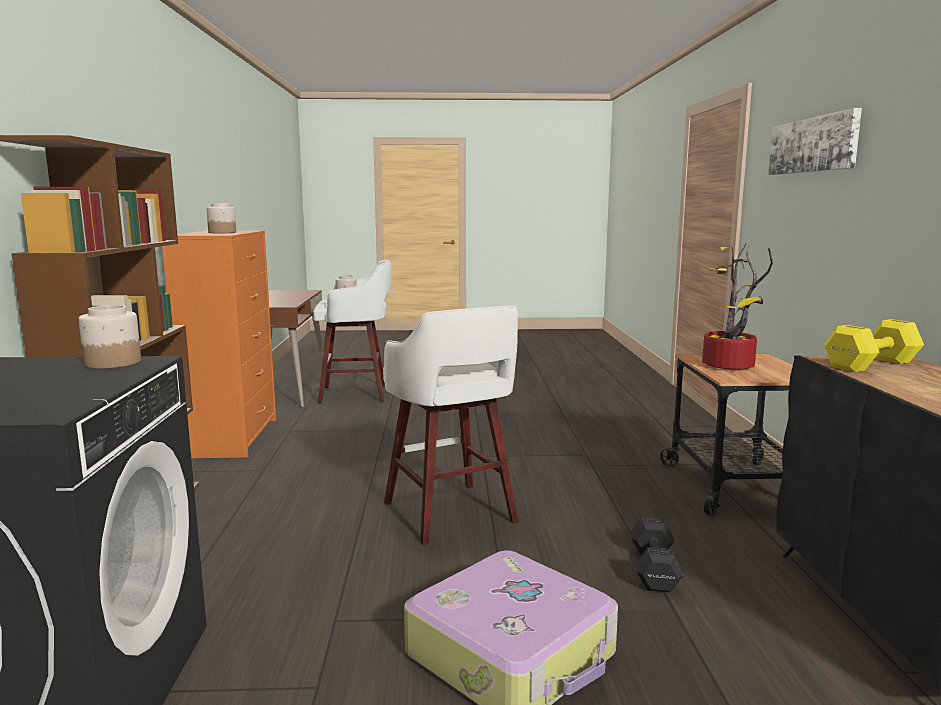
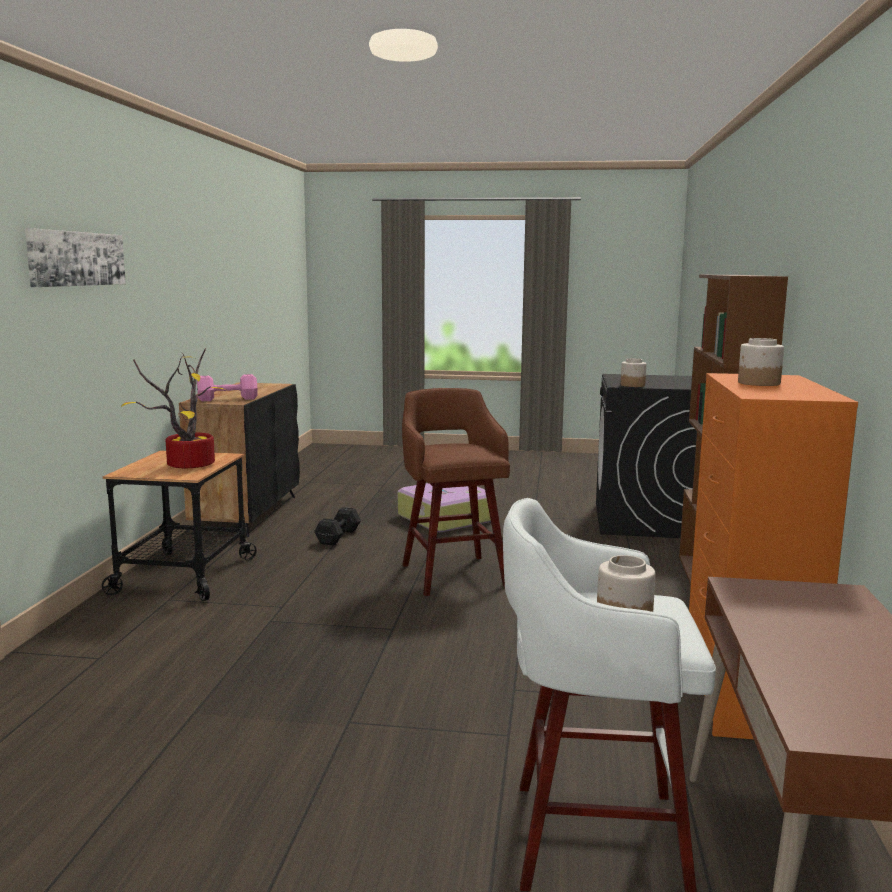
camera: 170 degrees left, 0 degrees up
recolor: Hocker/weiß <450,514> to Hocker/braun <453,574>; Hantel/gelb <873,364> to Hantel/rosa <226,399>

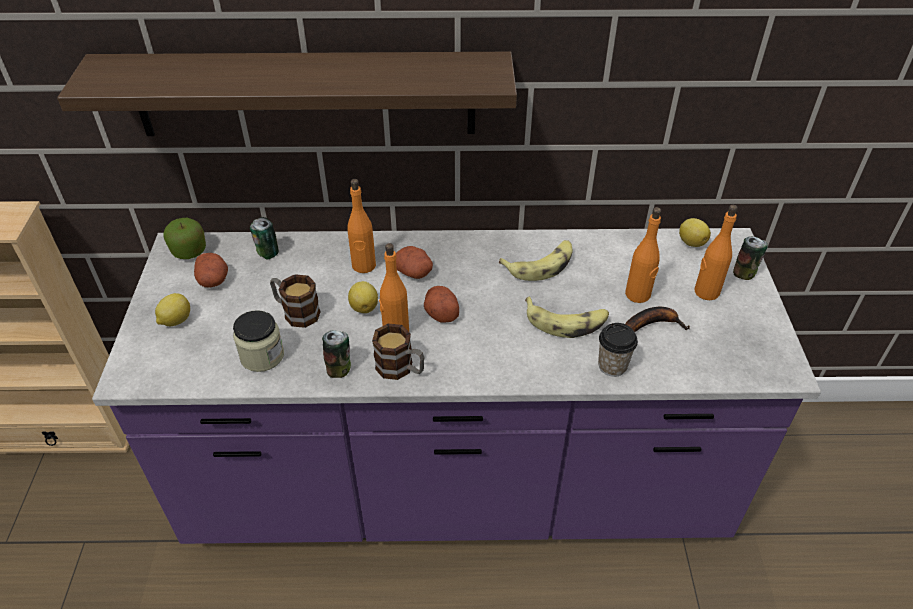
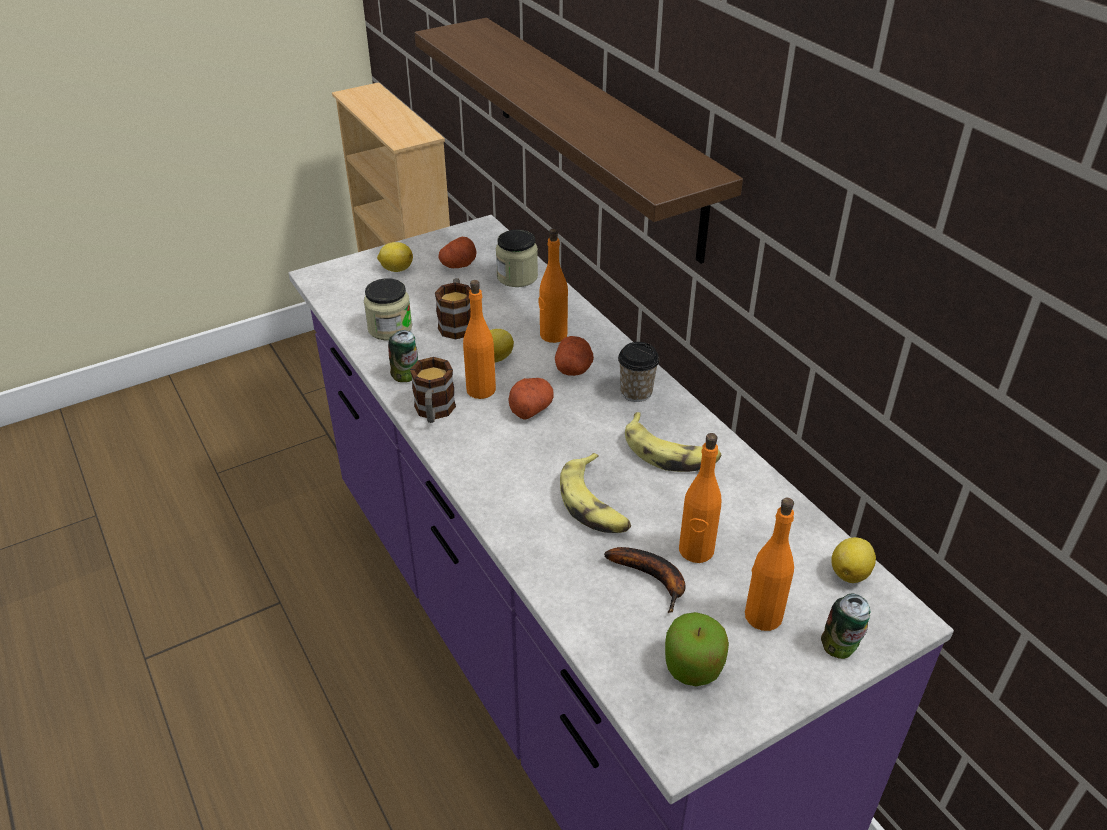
camera: 60 degrees right, 5 degrees down
move: Apfel <189,251> to <693,666>; Tasse <612,366> to <636,392>
replace: Dose <267,253> to Vorratsglas <517,276>

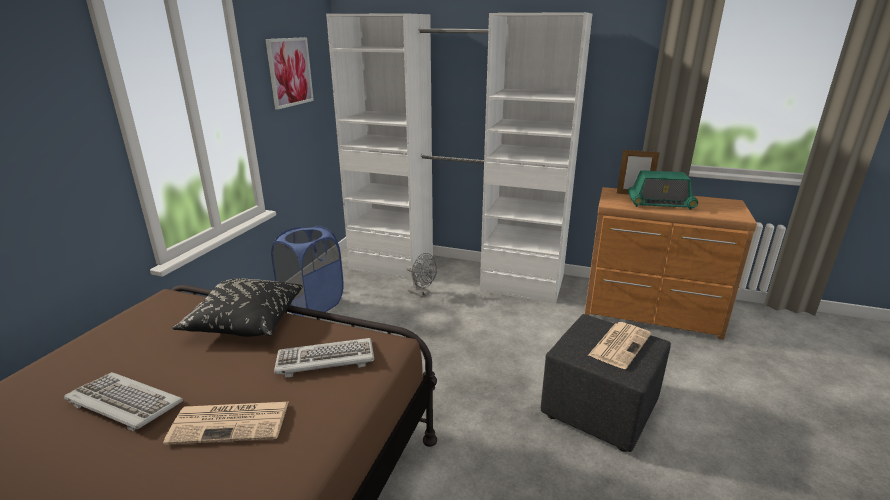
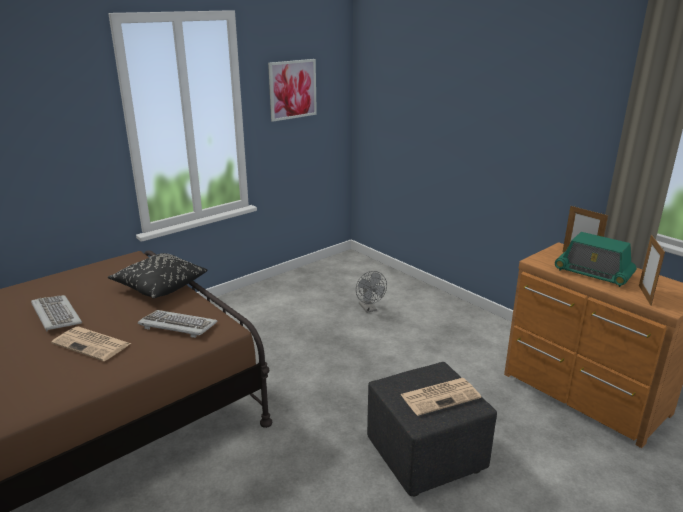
camera: 30 degrees right, 0 degrees up
delete: Wäschekorb/blau <312,304>; Kleiderschrank/weiß <455,272>
insert: Bilderrahmen <644,295>

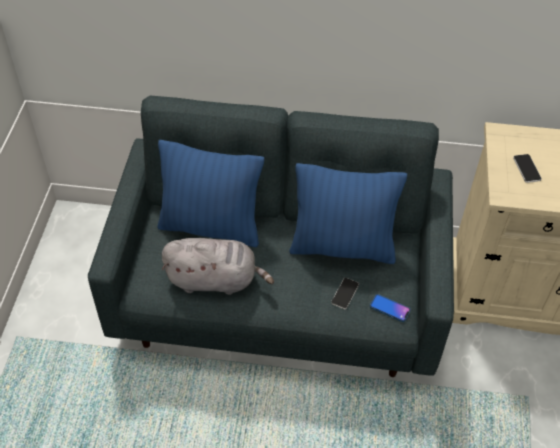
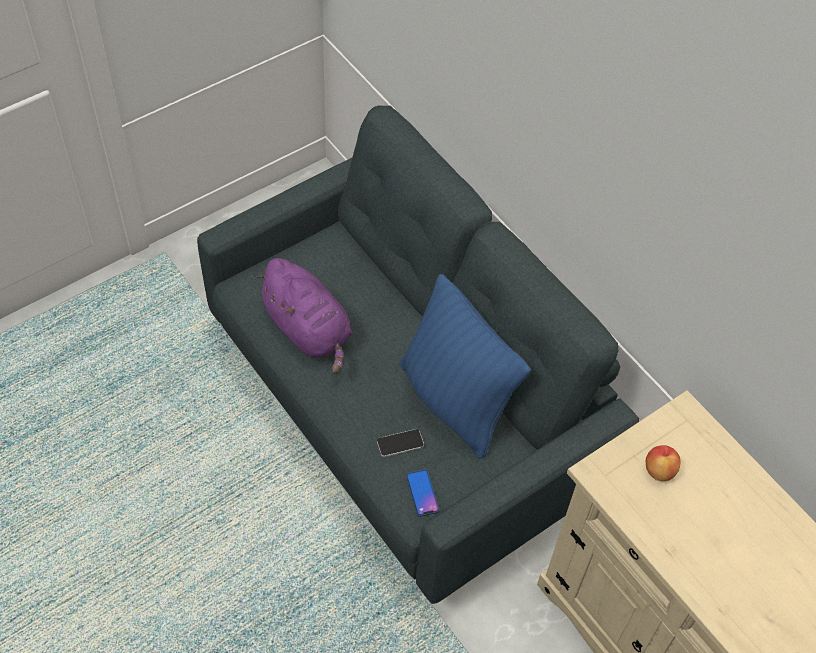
camera: 45 degrees right, 5 degrees up
delete: Kissen/blau <211,227>
replace: Handy <526,169> to Apfel <659,470>
recolor: Plüschtier/grau <215,280> to Plüschtier/lila <309,331>

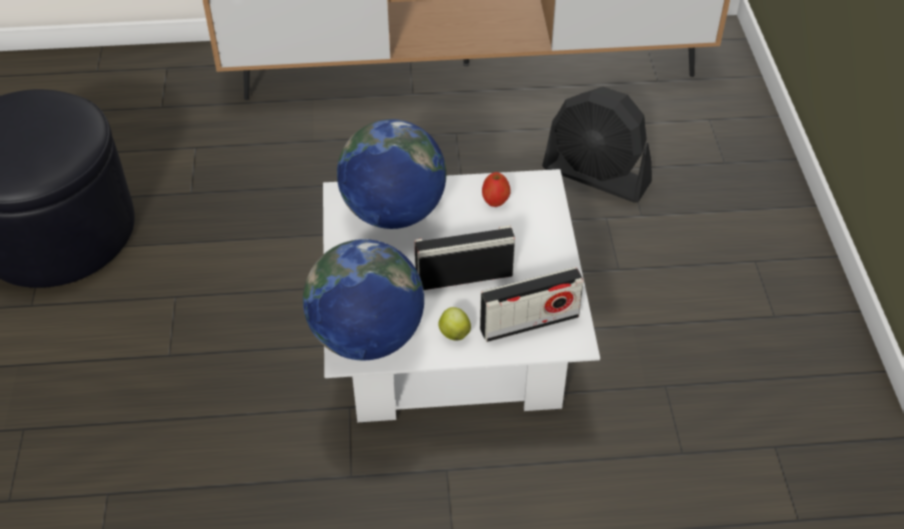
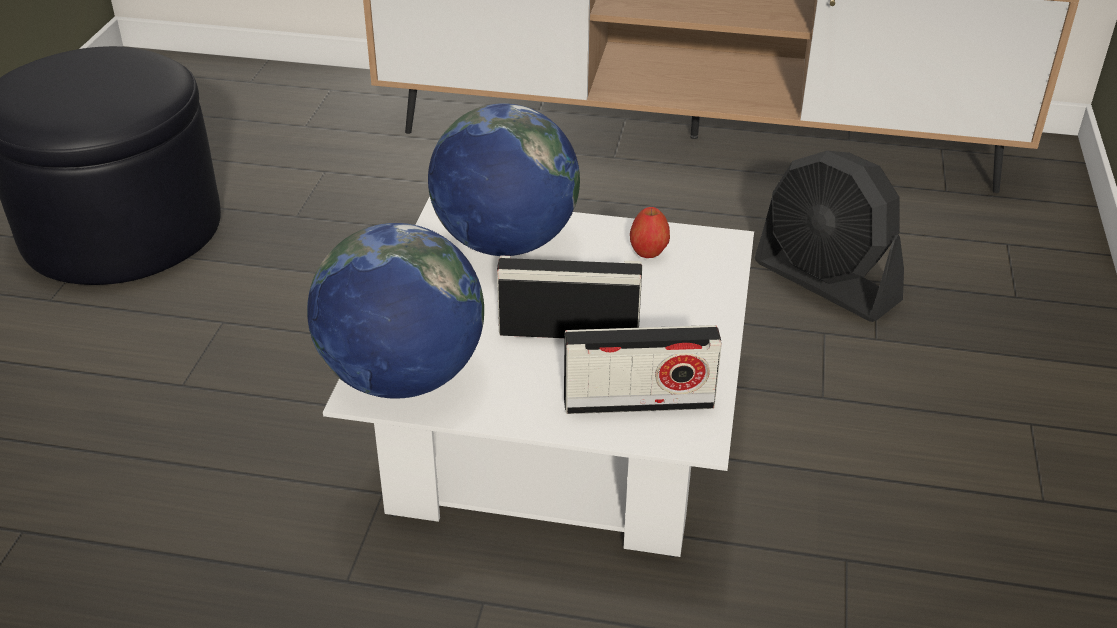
camera: 15 degrees right, 10 degrees down
delete: Apfel <454,333>

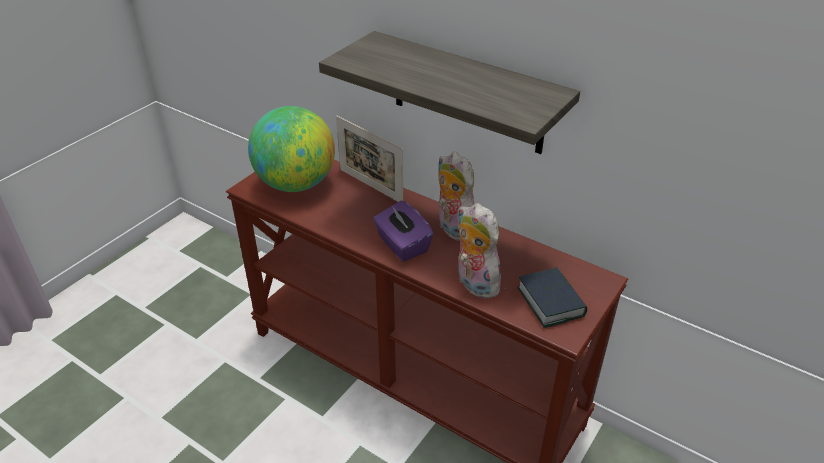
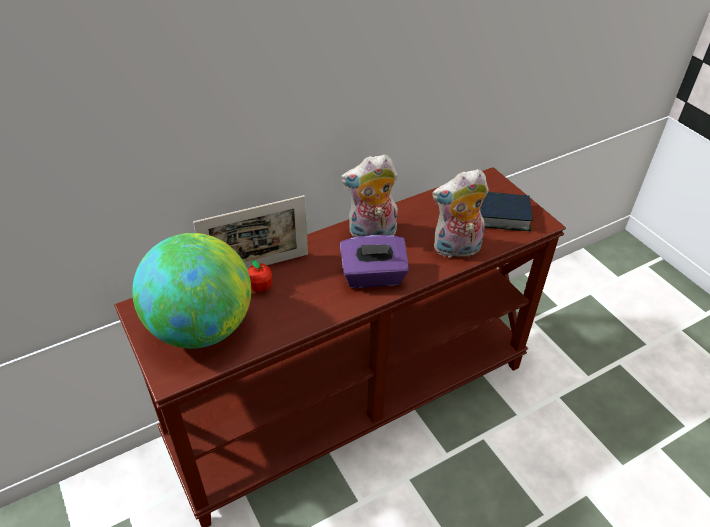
camera: 65 degrees left, 5 degrees up
delete: Wandregal <467,93>
insert: Apfel <260,287>

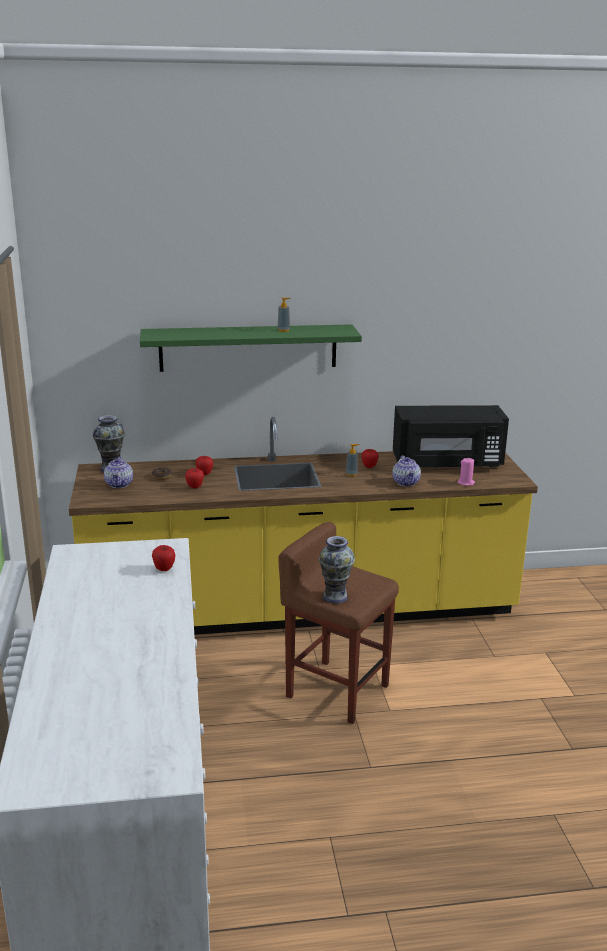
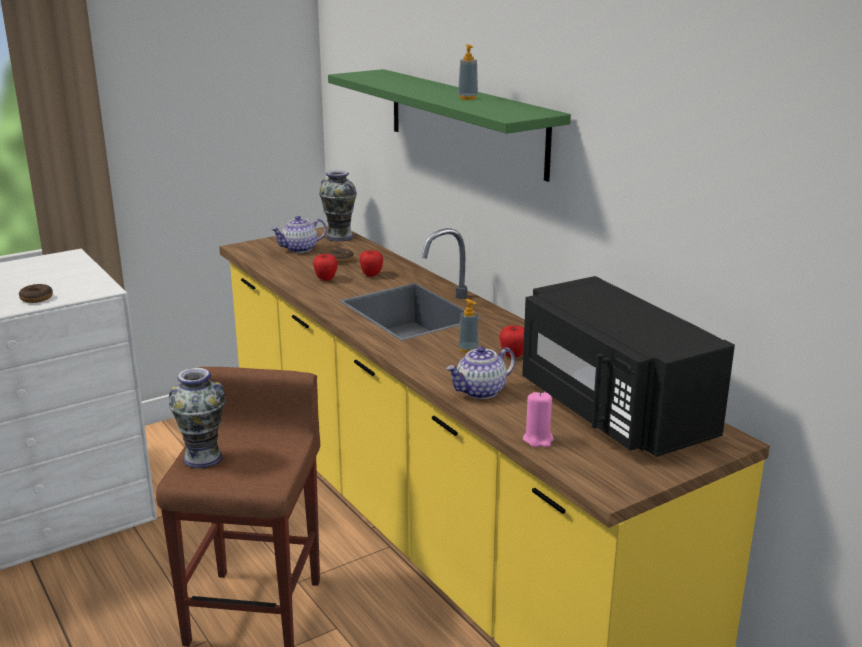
camera: 65 degrees right, 0 degrees up
replace: Apfel <164,569> to Donut <36,298>

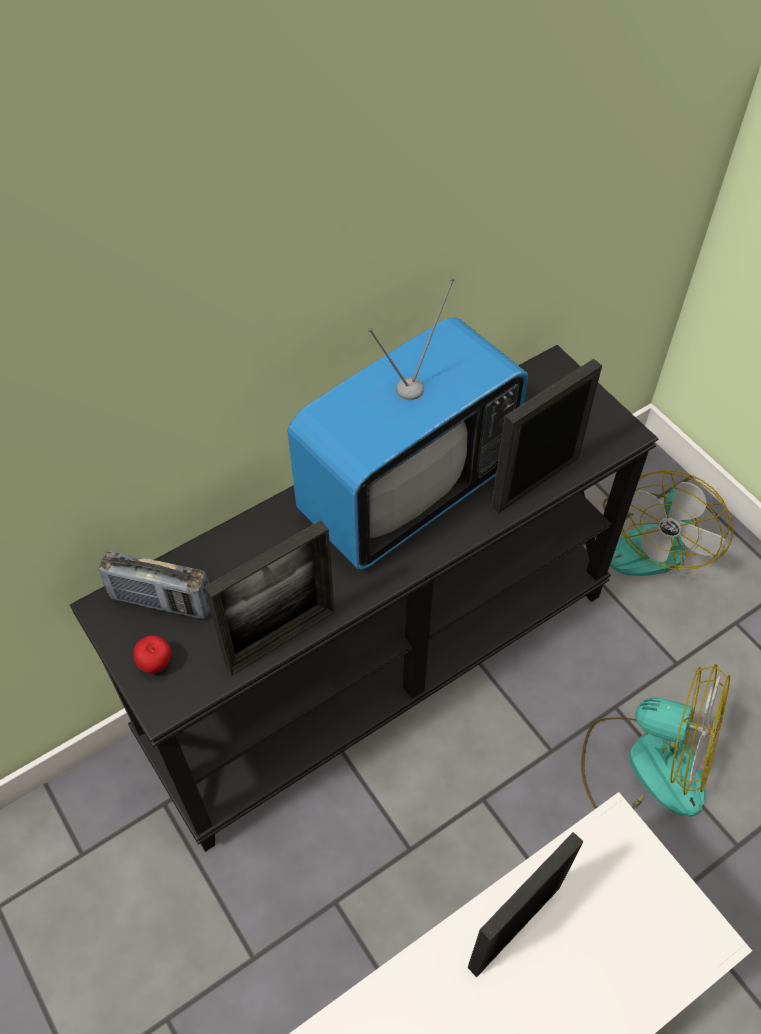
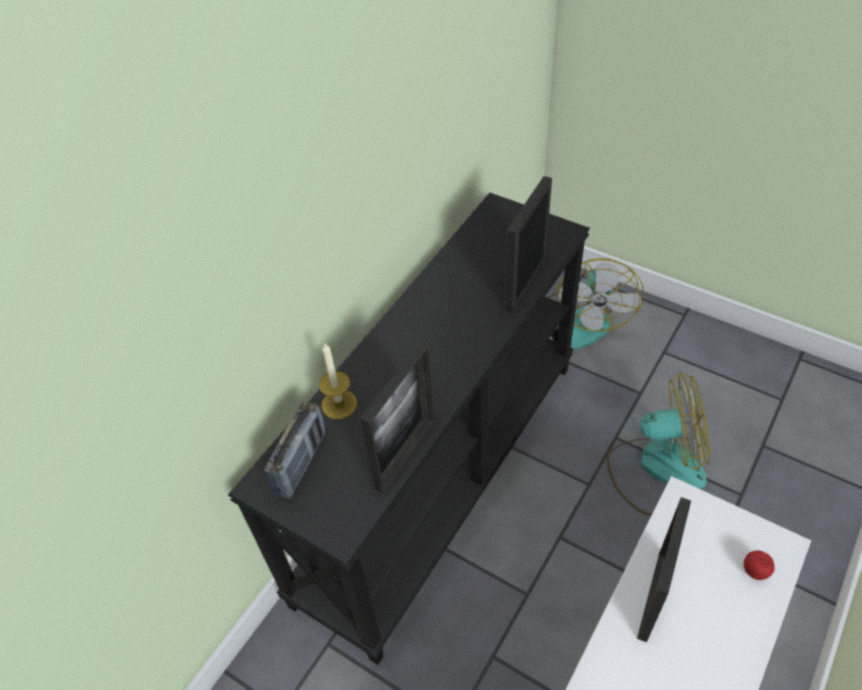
camera: 20 degrees left, 5 degrees down
delete: Fernseher <405,492>
insert: Kerze <339,404>
move: Apfel <156,664> to <754,571>
rotate: Radio <162,601> = <301,463> 60 degrees counterclockwise

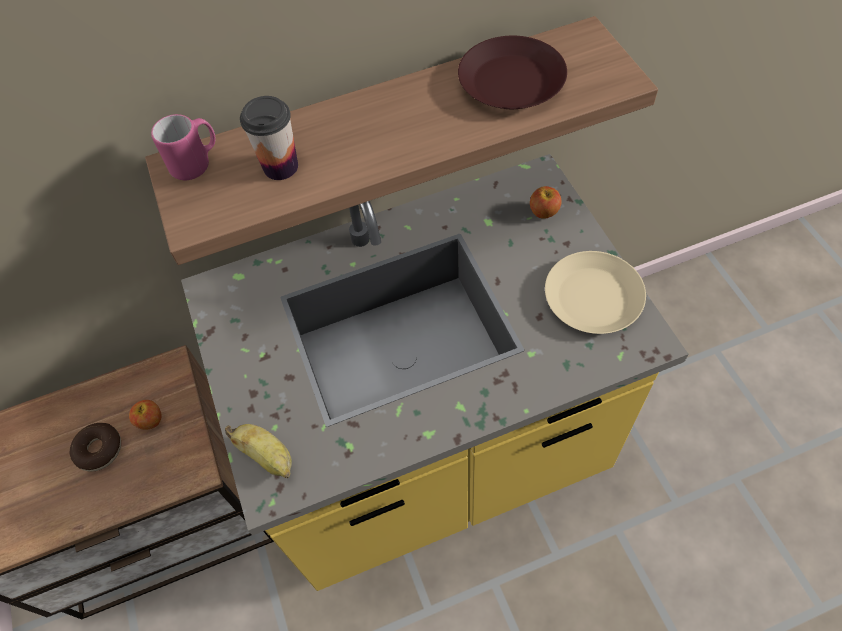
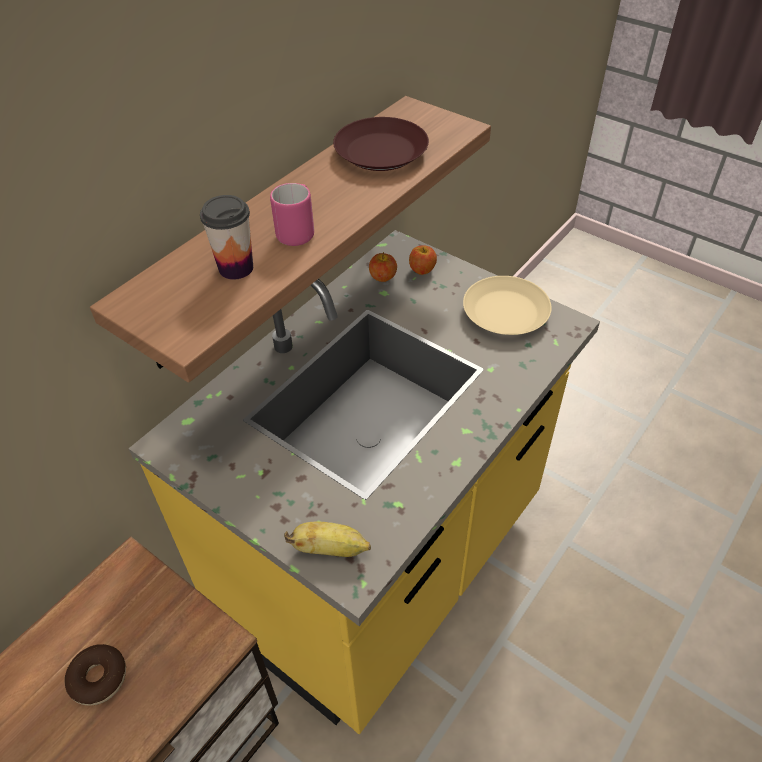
camera: 35 degrees left, 10 degrees down
move: Apfel <150,420> to <383,277>; Henkelbecher/rosa <196,163> to <298,231>

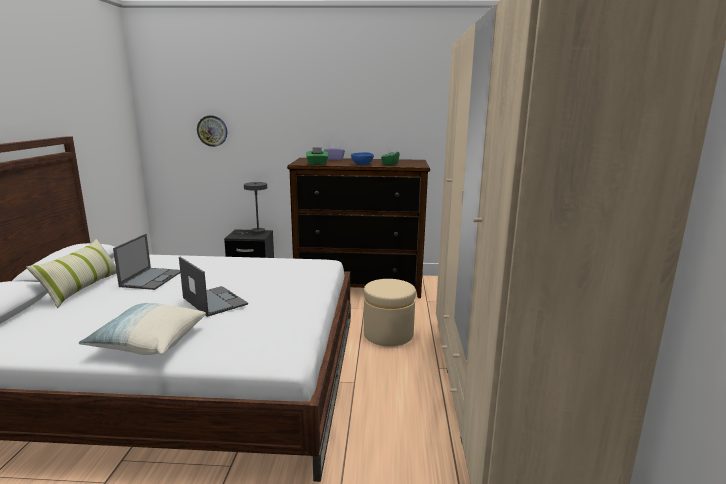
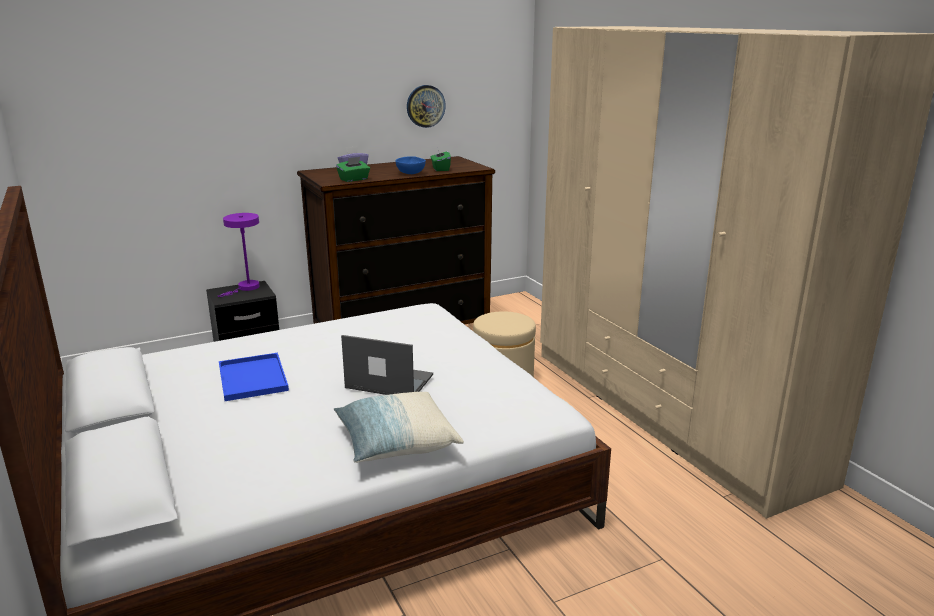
camera: 30 degrees left, 5 degrees up
delete: Kissen <82,288>
move: Wanduhr <212,131> to <425,106>
replace: Laptop <152,278> to Tablett/blau <251,377>
recolor: Tischlampe/grau <255,232> to Tischlampe/lila <246,288>

